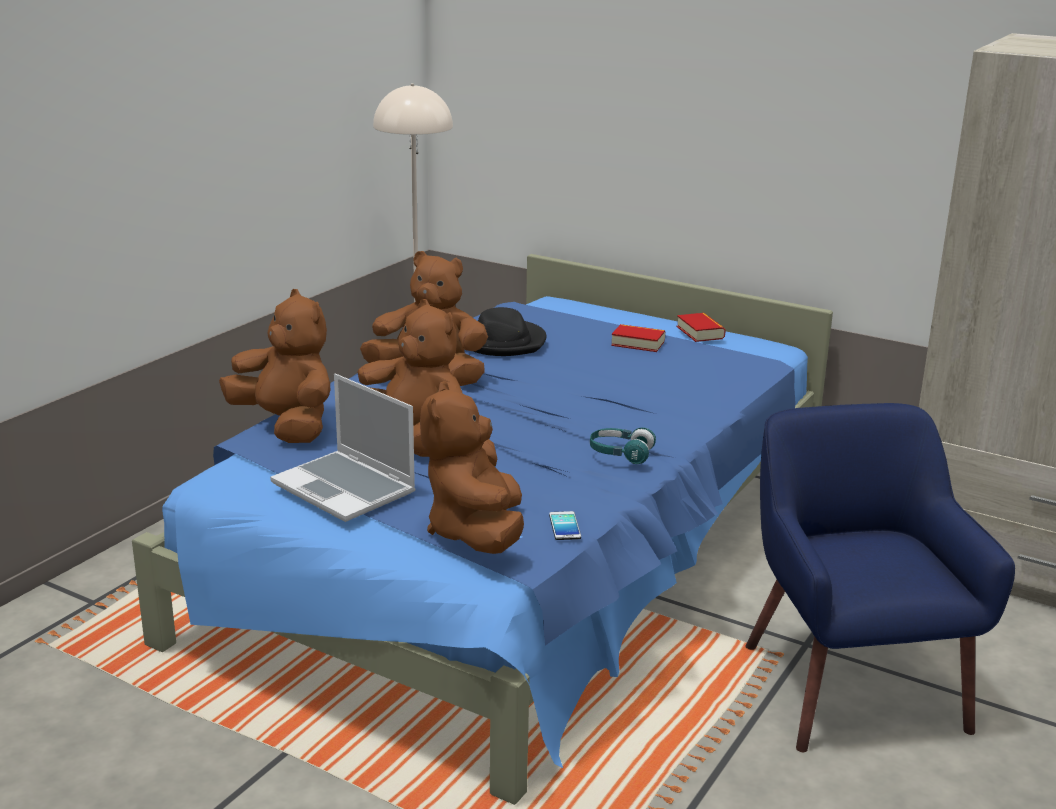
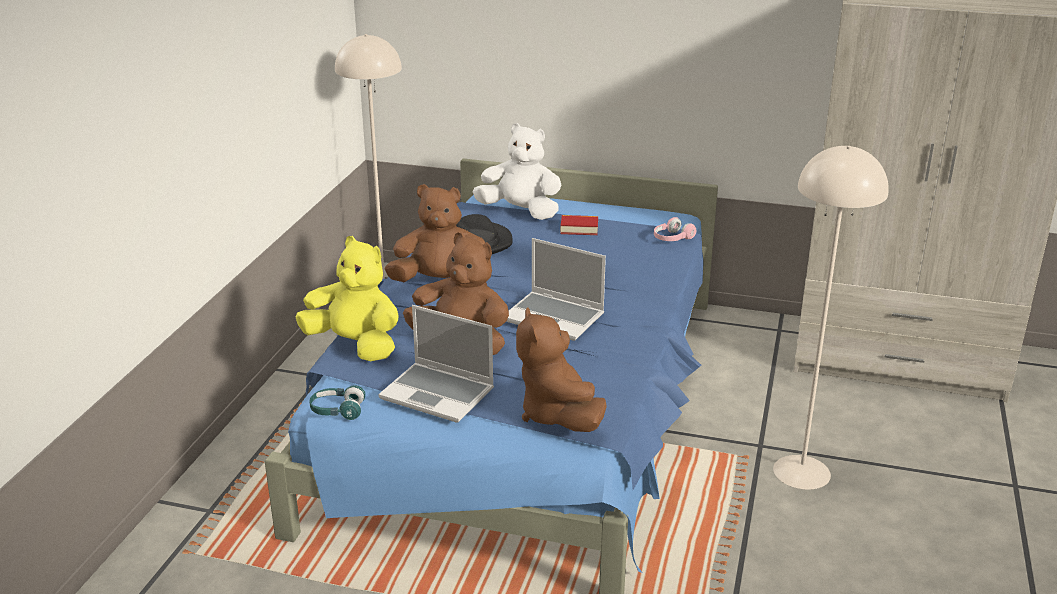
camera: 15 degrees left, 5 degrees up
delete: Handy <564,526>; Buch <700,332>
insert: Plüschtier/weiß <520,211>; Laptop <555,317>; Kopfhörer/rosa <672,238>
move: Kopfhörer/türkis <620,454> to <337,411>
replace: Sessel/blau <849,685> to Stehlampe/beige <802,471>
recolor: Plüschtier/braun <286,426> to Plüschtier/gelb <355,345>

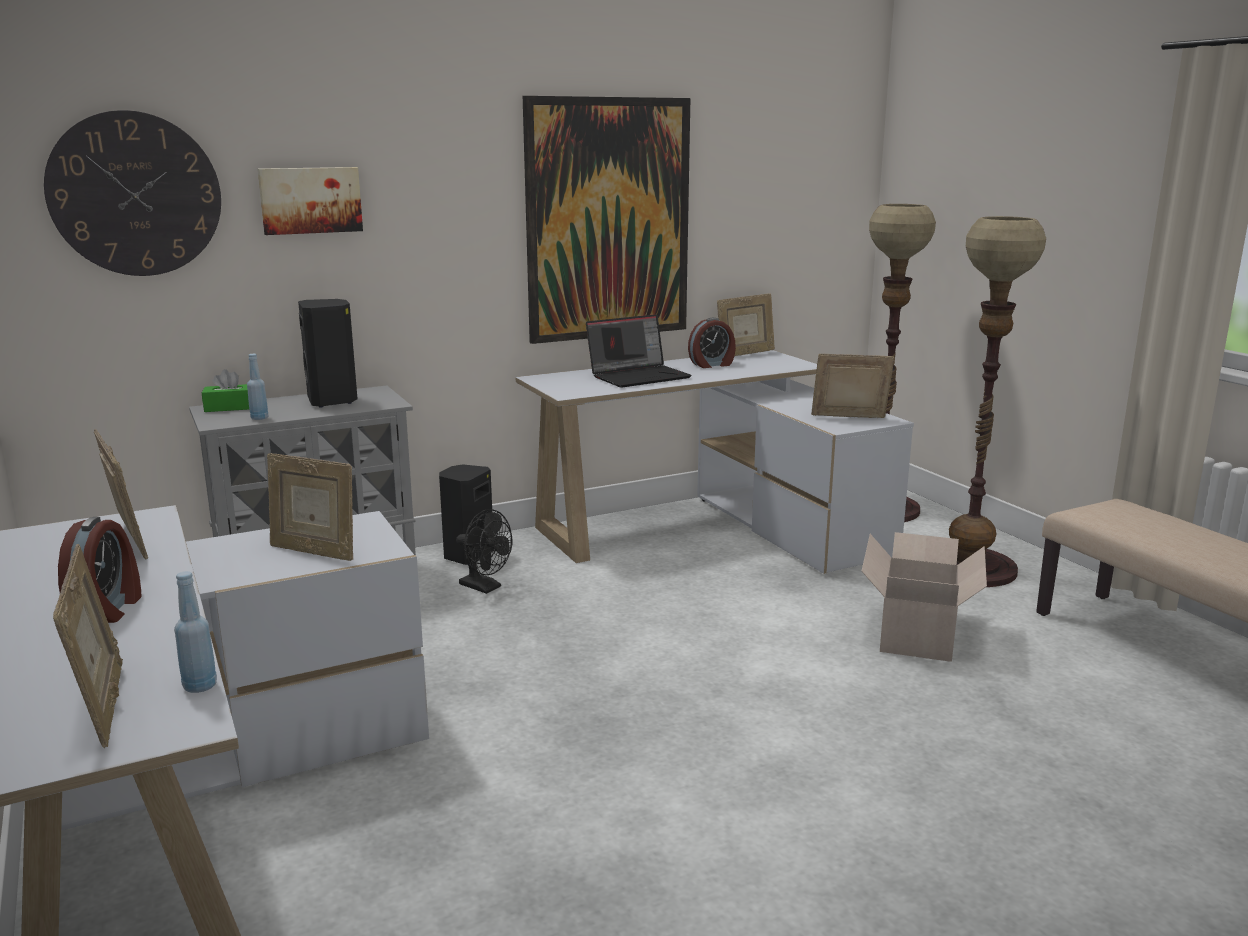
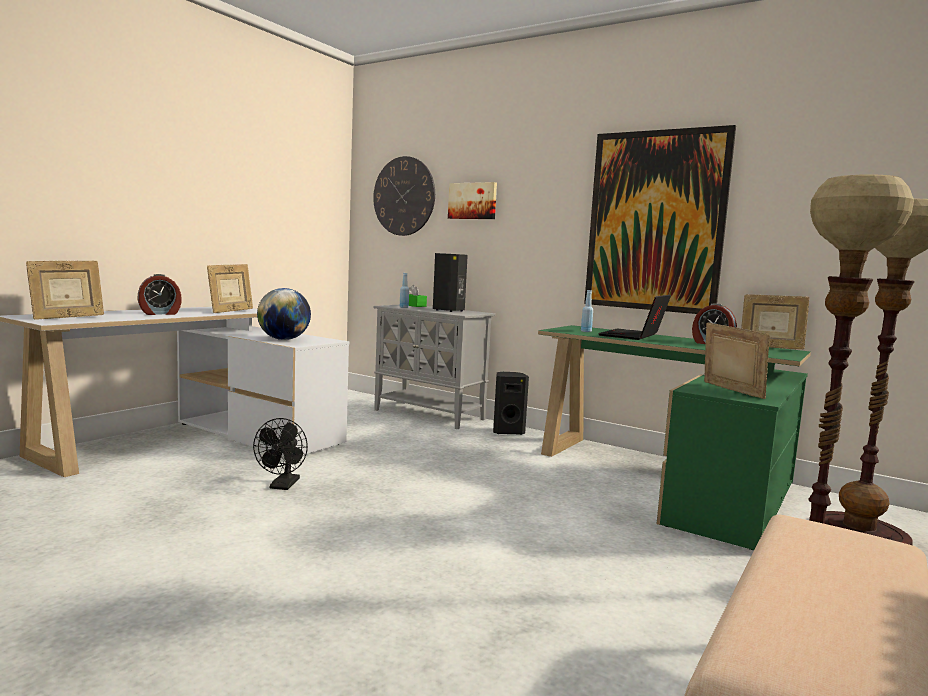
camera: 60 degrees right, 10 degrees down
delete: Karton <918,632>
move: Flasche/blau <200,686> to <586,331>; Ventilator/schwarz <485,587> to <283,486>
replace: Bilderrahmen <314,552> to Globus <284,339>
recolor: Schreibtisch/weiß <714,528> to Schreibtisch/grün <672,480>
rotate: Laptop <639,376> = <633,336> 90 degrees clockwise

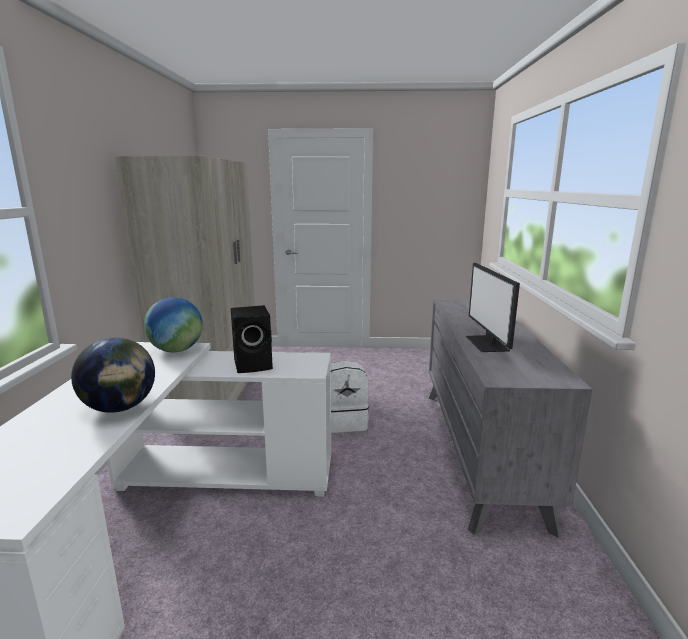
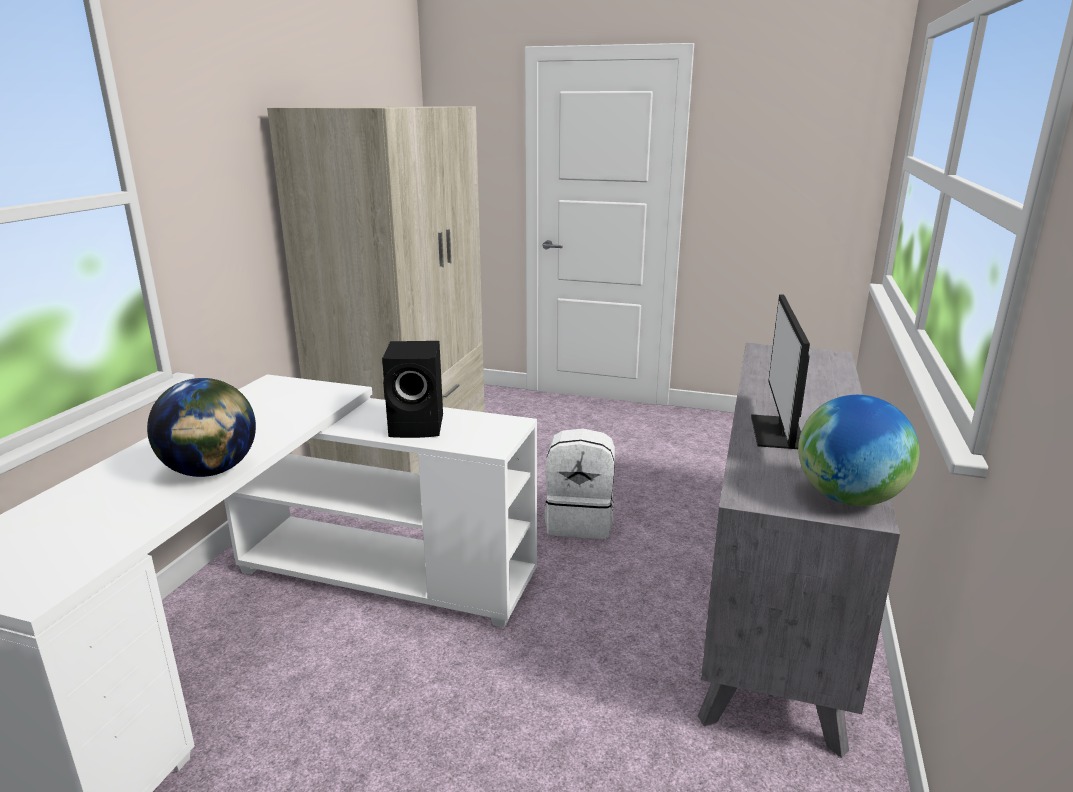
camera: 15 degrees right, 5 degrees up
move: Globus <177,350> to <849,498>

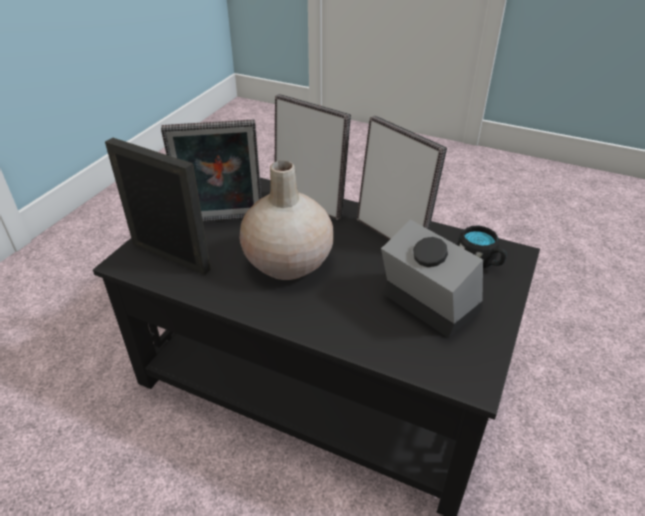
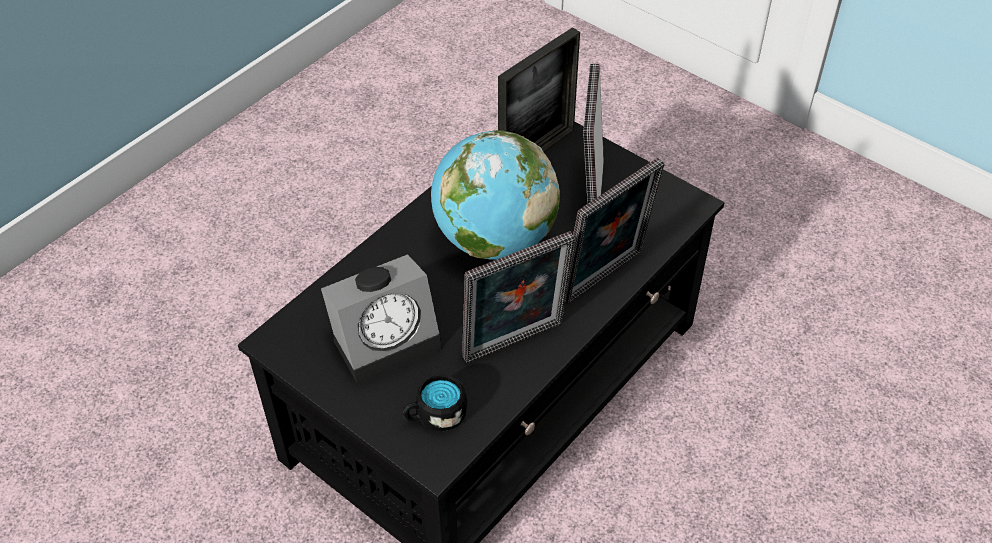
camera: 105 degrees right, 10 degrees up
replace: Vase/beige <288,263> to Globus <494,239>

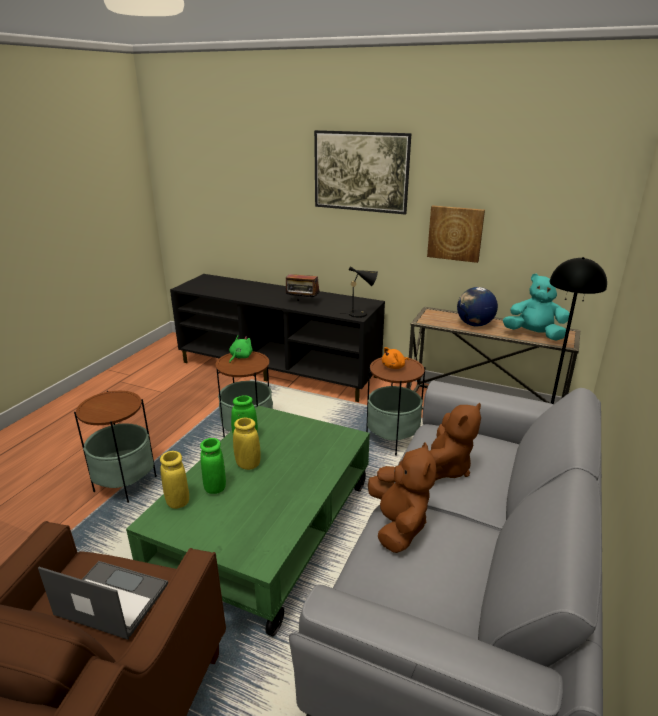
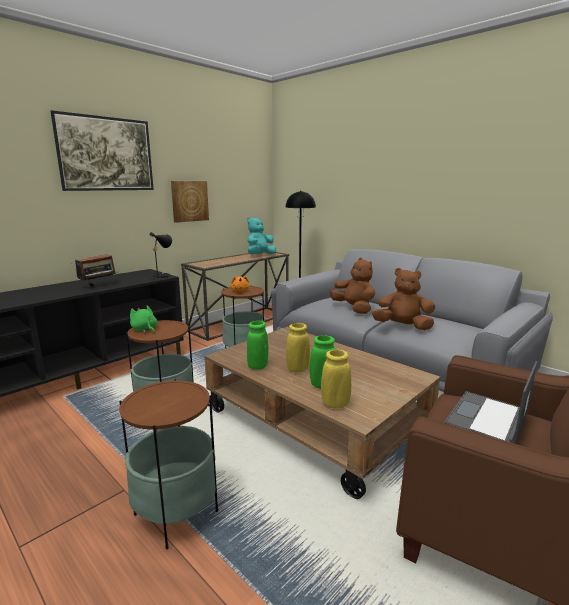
camera: 70 degrees left, 10 degrees down
delete: Globus <474,324>
recolor: Couchtisch/grün <267,529> to Couchtisch/braun <315,420>

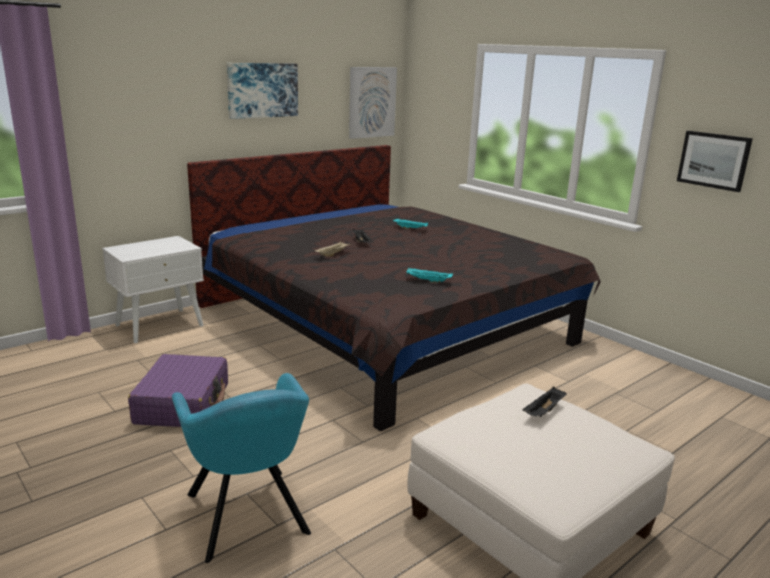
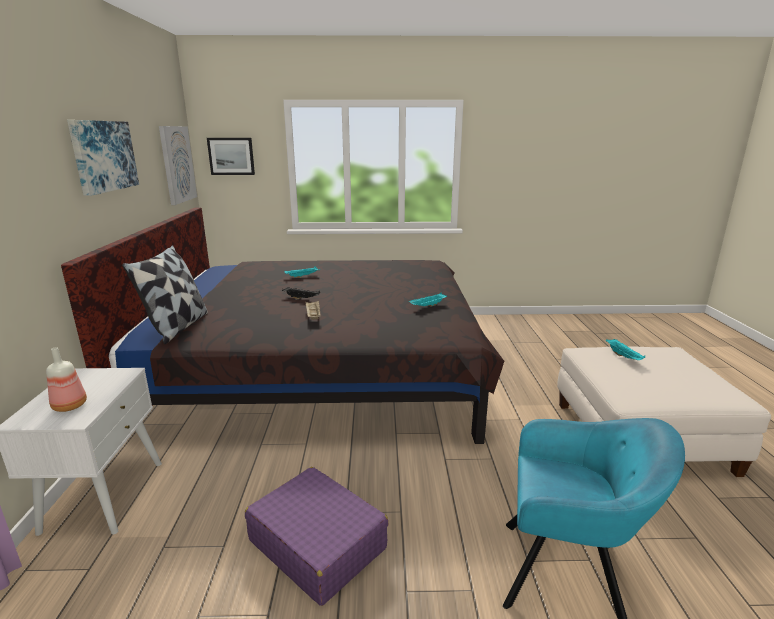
camera: 50 degrees left, 0 degrees up
insert: Flasche <71,406>; Kissen <177,327>
move: Bild <713,160> to <231,156>
recolor: Tablett/schwarz <544,412> to Tablett/türkis <624,357>

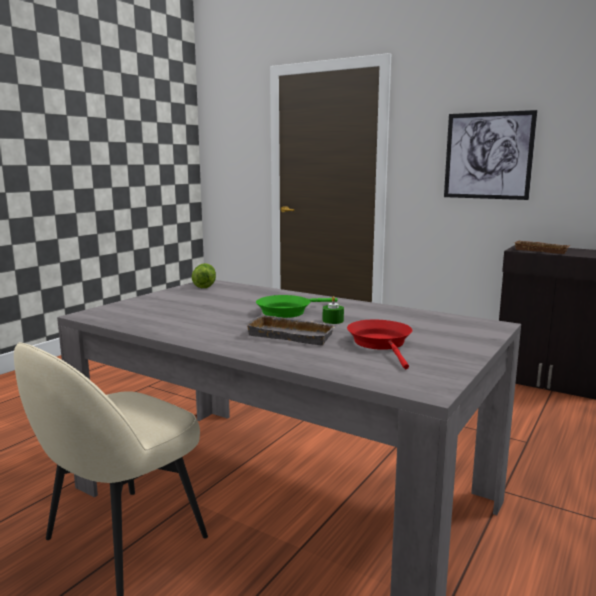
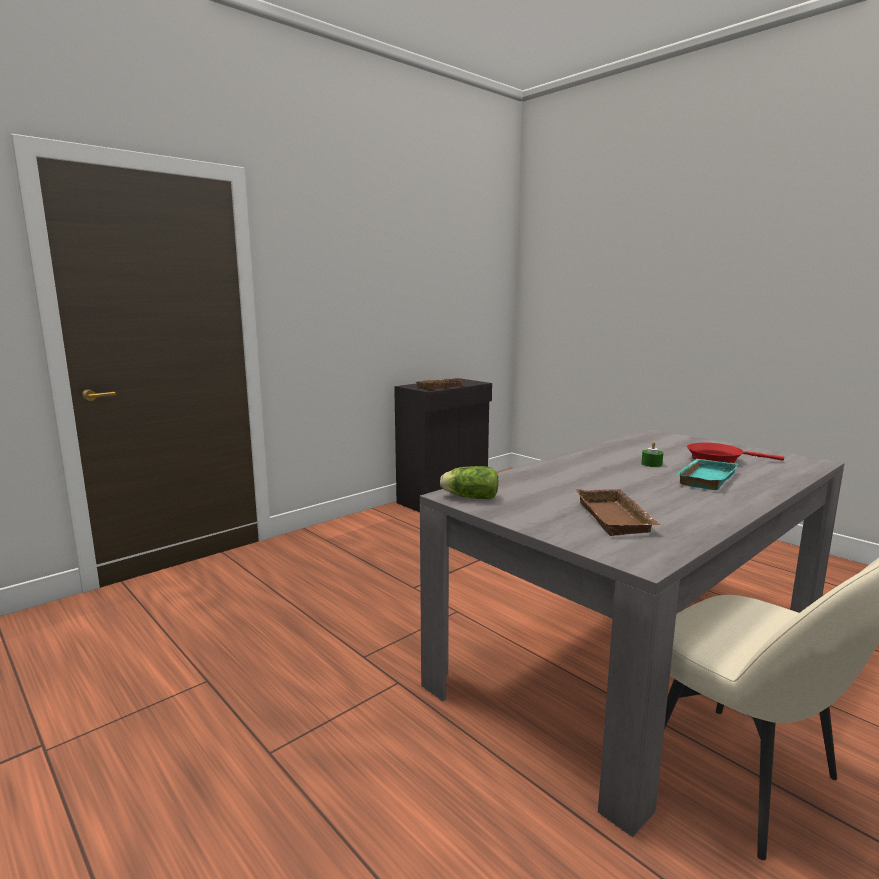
camera: 75 degrees left, 0 degrees up
delete: Pfanne/grün <287,311>; Bild <488,156>
insert: Tablett/braun <617,518>
recolor: Tablett/grau <293,335> to Tablett/türkis <704,478>

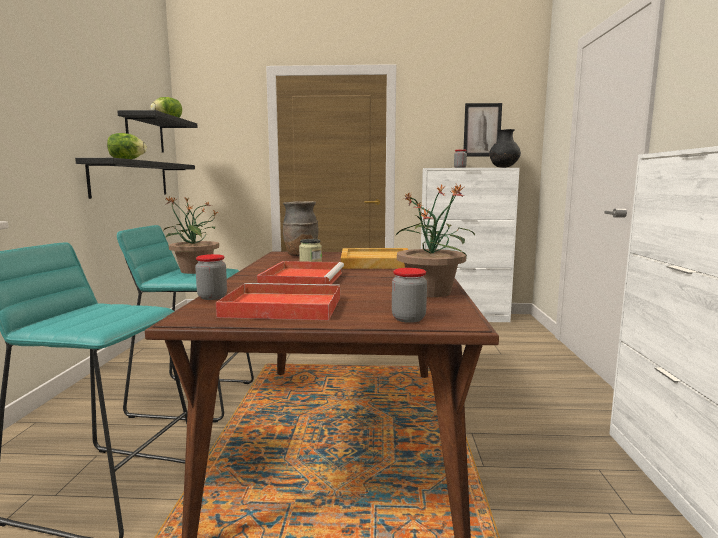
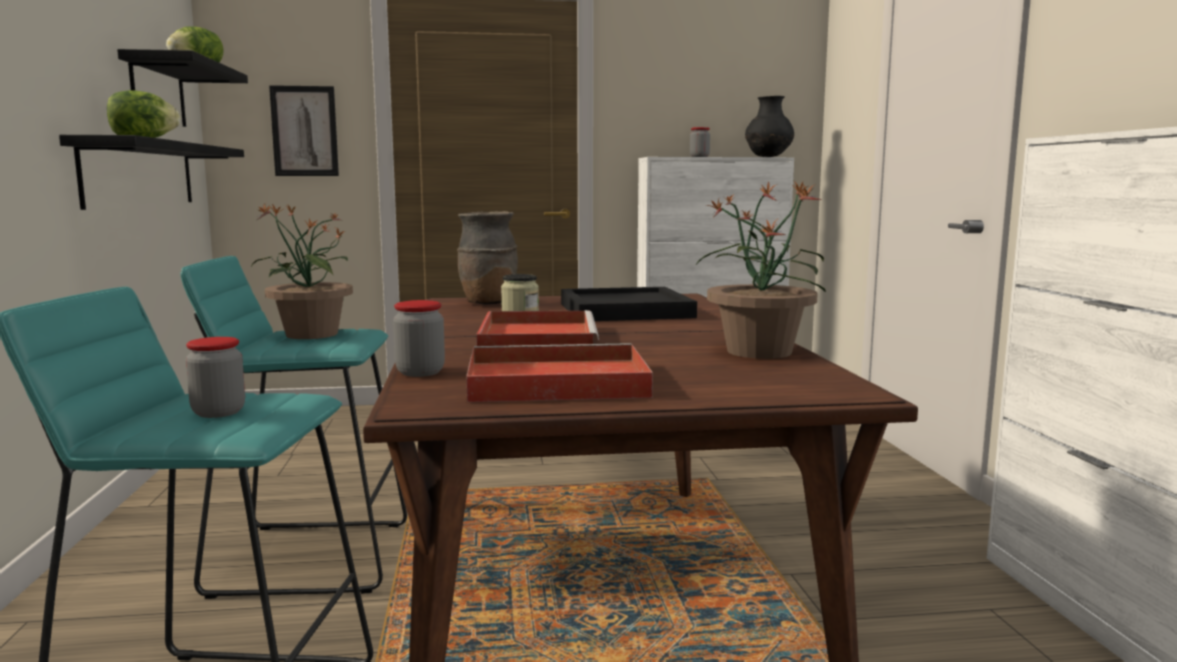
camera: 10 degrees left, 0 degrees up
move: Vorratsglas <408,319> to <218,412>; Bild <482,130> to <304,131>
recolor: Tablett/beige <375,262> to Tablett/schwarz <624,310>

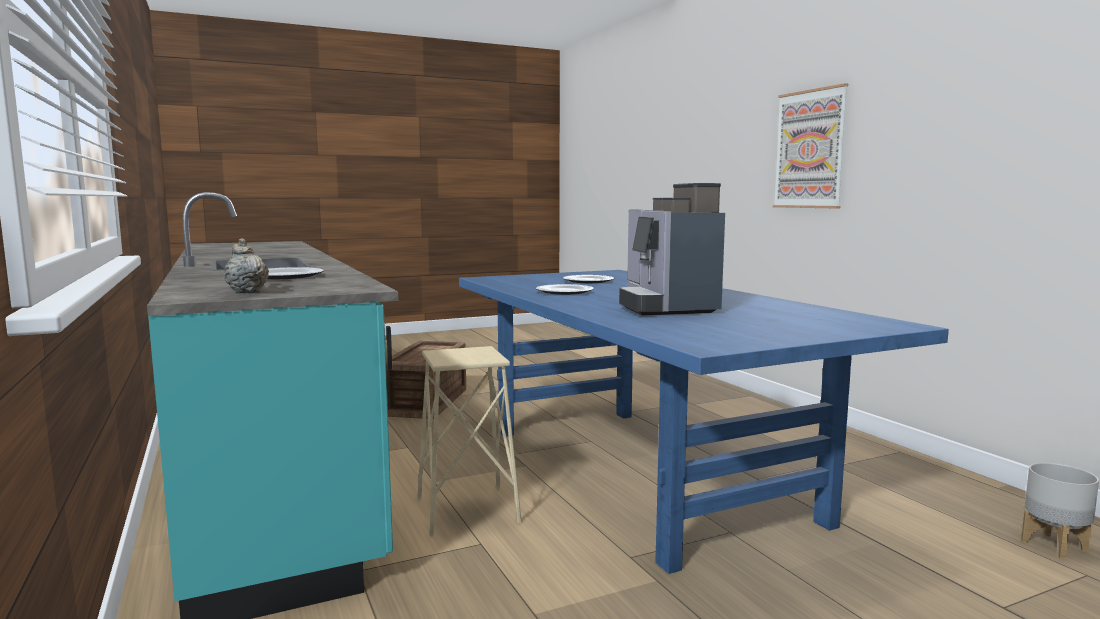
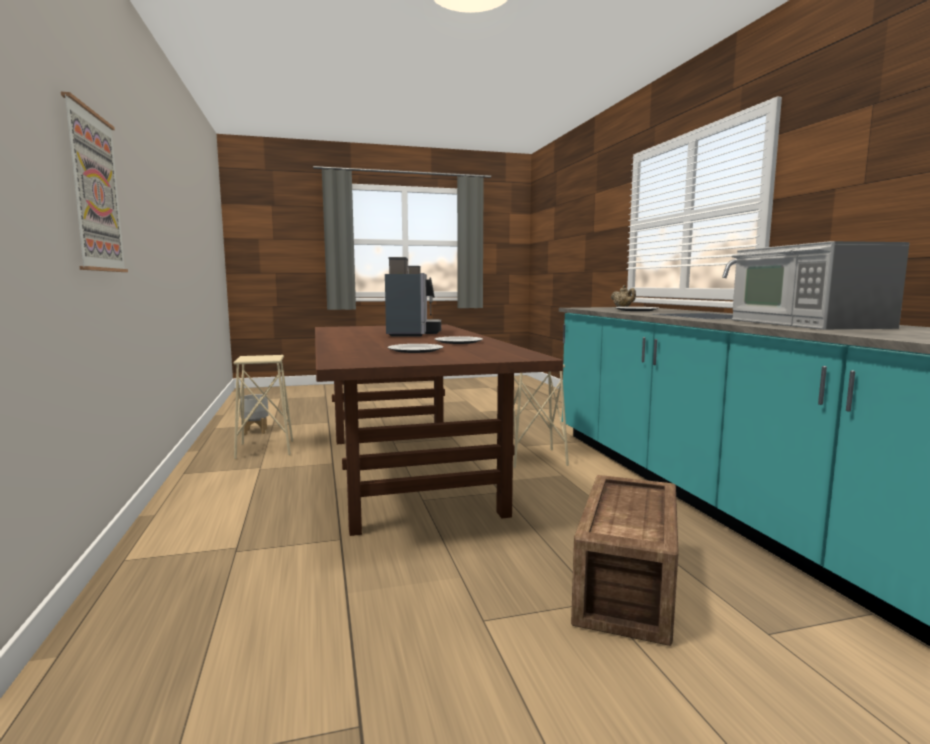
camera: 170 degrees left, 0 degrees up
insert: Hocker/beige <265,449>; Mikrowelle <804,324>
recolor: Esstisch/blau <642,473> to Esstisch/braun <406,471>

